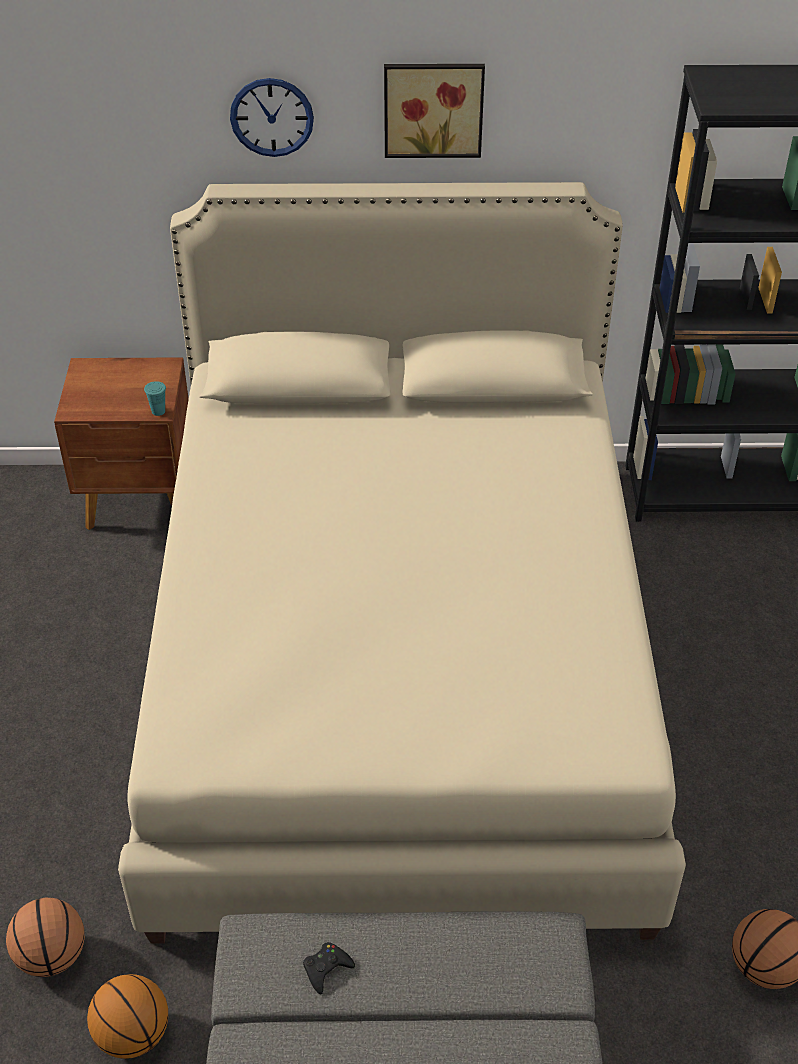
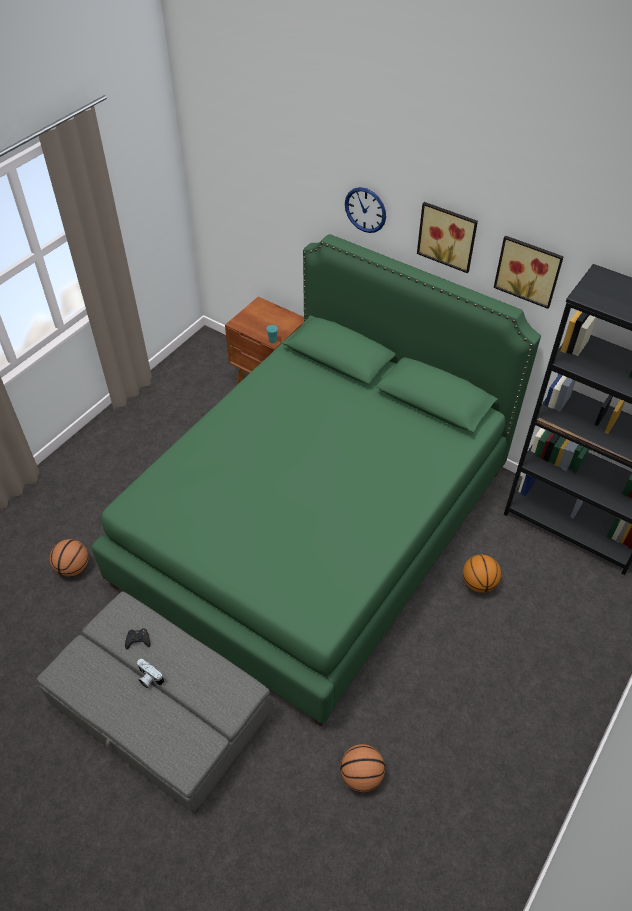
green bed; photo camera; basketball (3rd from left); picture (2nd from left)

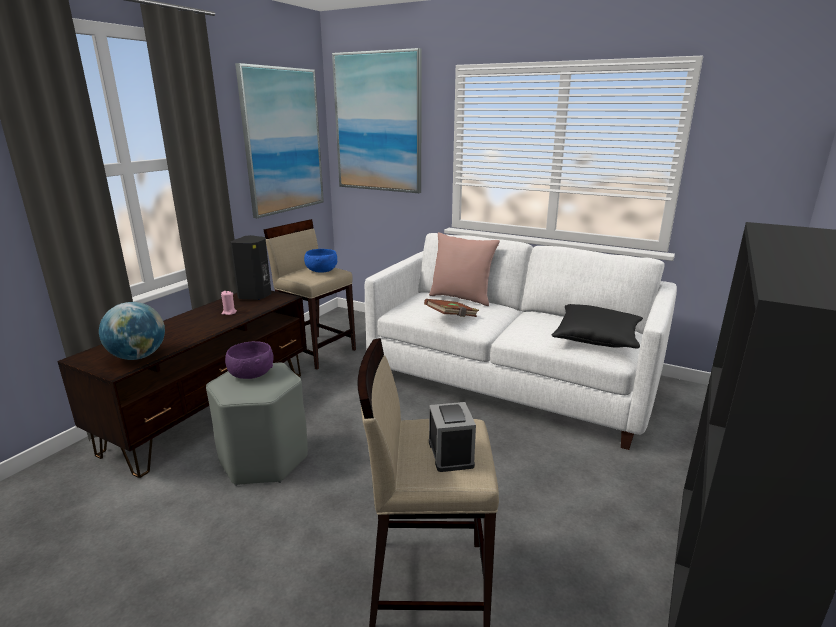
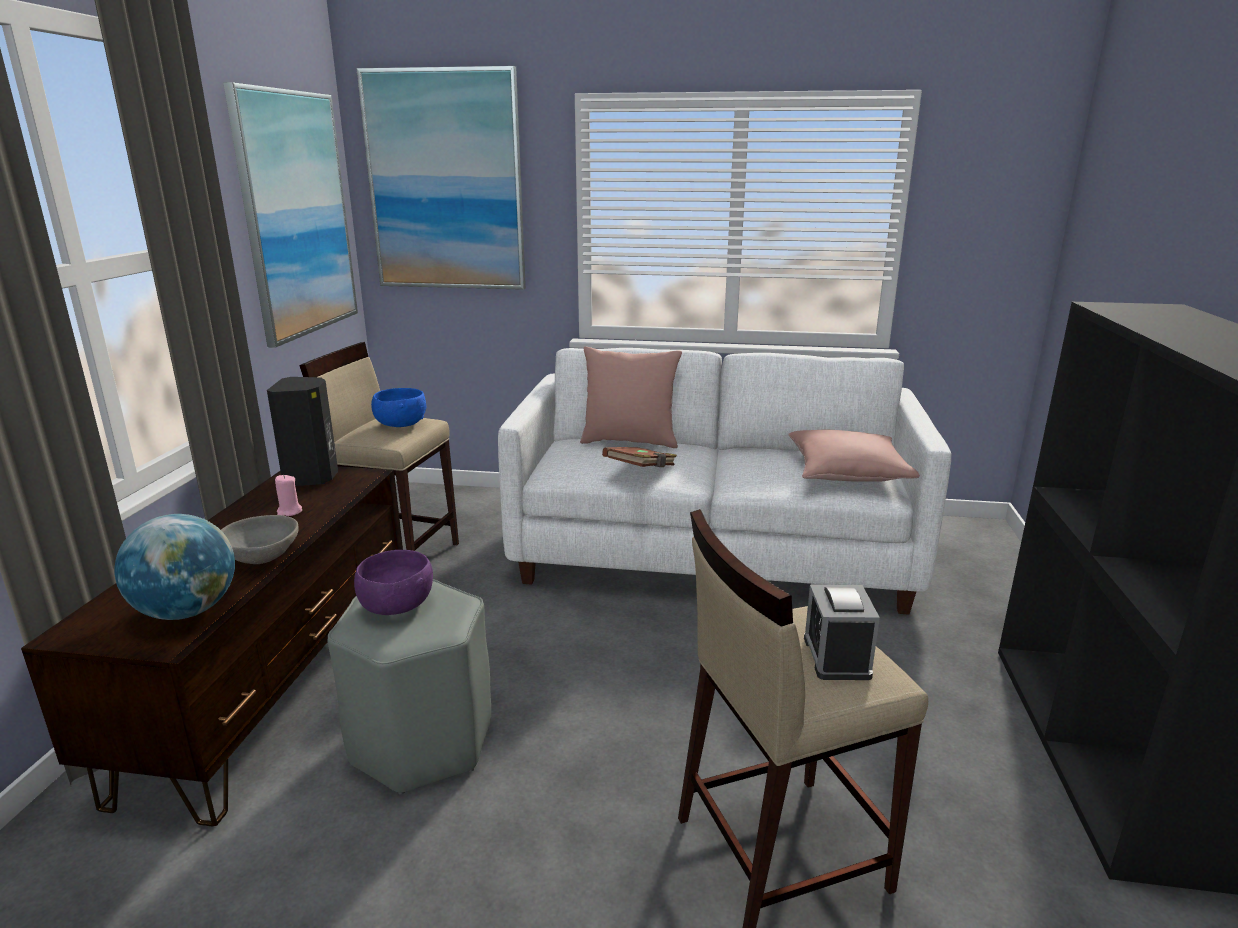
grey bowl; pink pillow (2nd from left); alarm clock

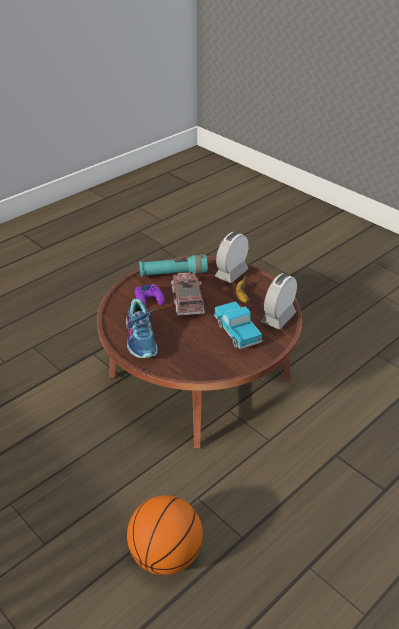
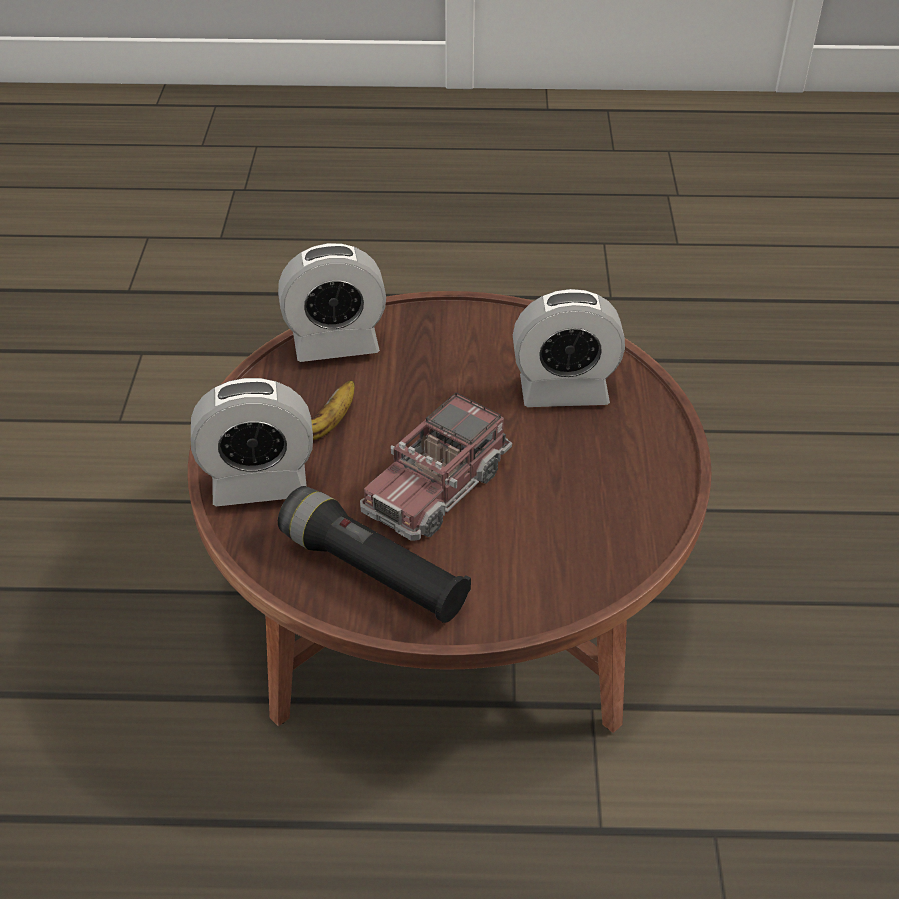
black flashlight; alarm clock (3rd from left); shoe; basketball; purple game controller; toy truck (2nd from left in the first image)

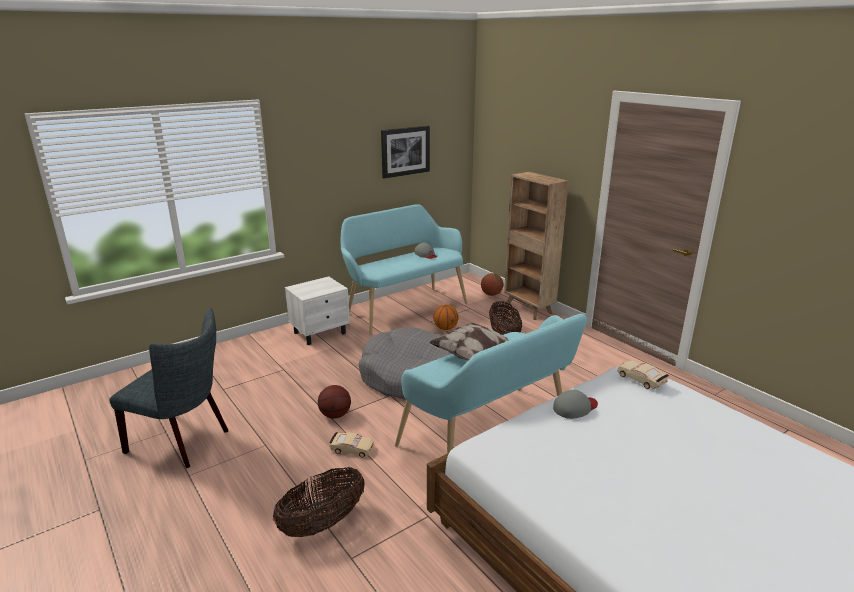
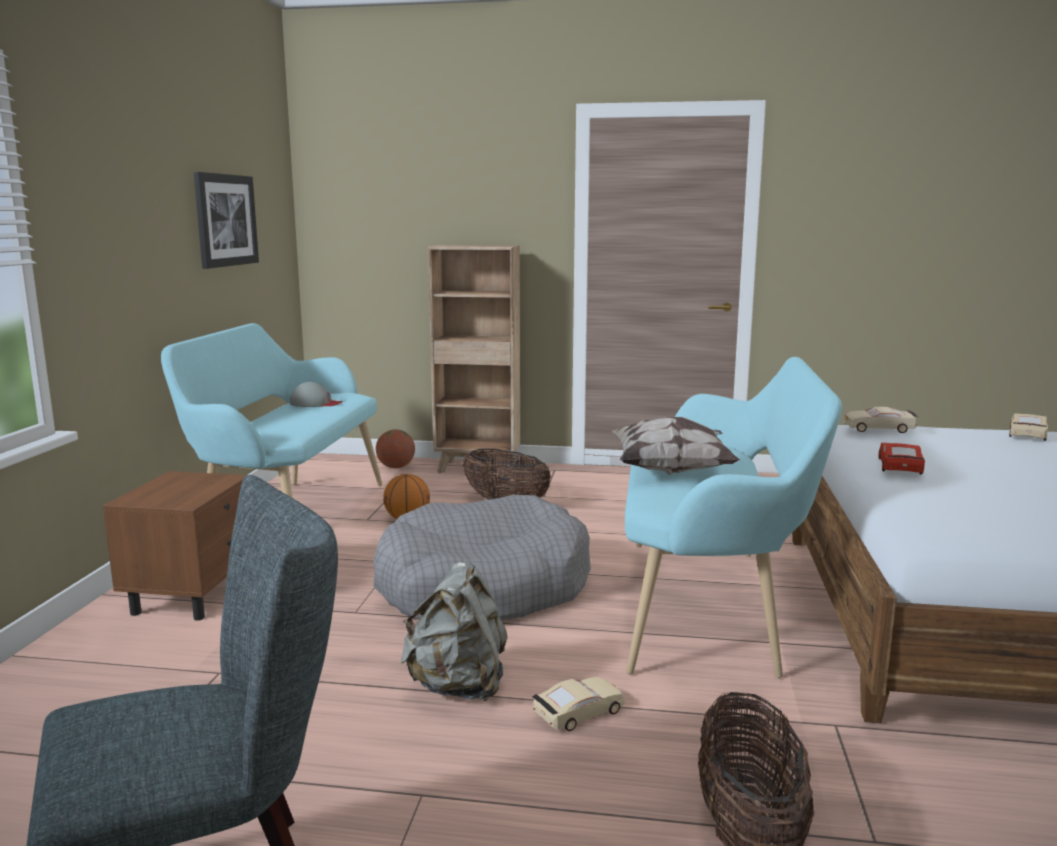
brown nightstand; grey backpack; red toy car; beige toy car (3rd from left)

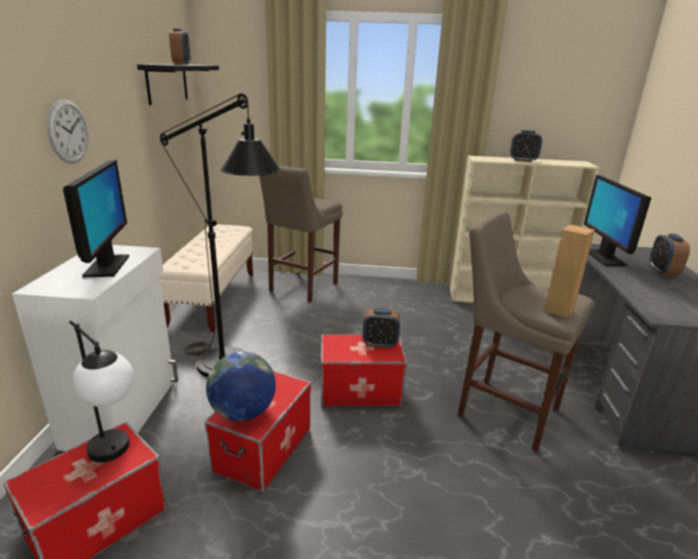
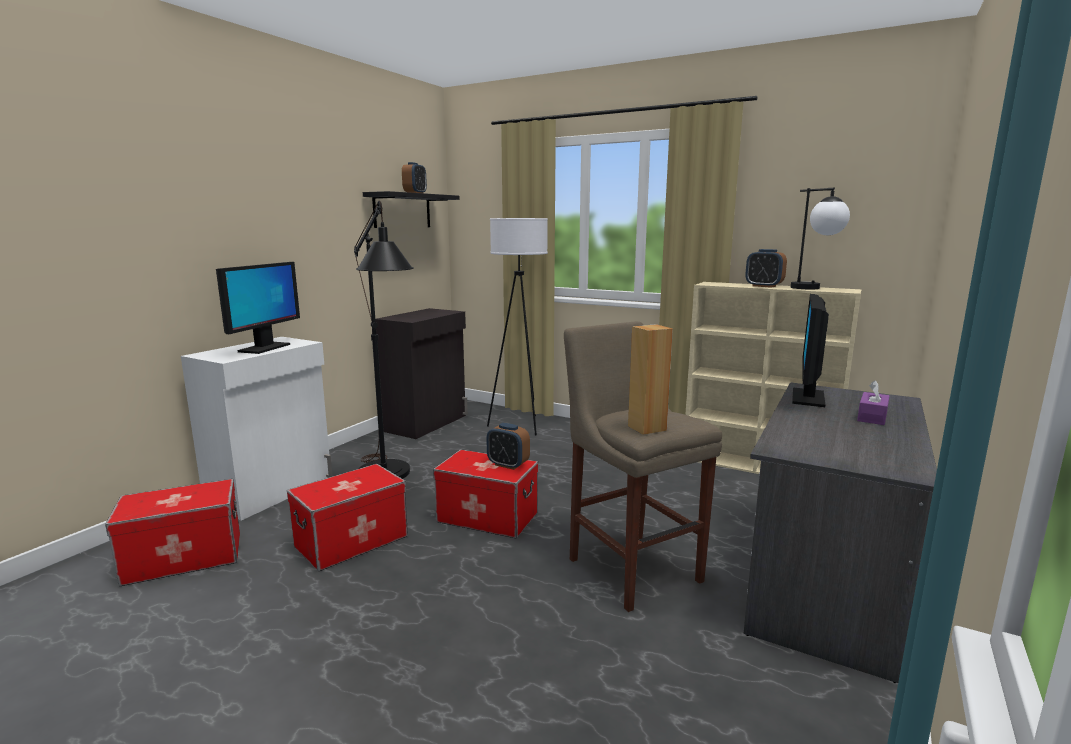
black cabinet; white floor lamp; table lamp; purple tissue box; wall clock; globe

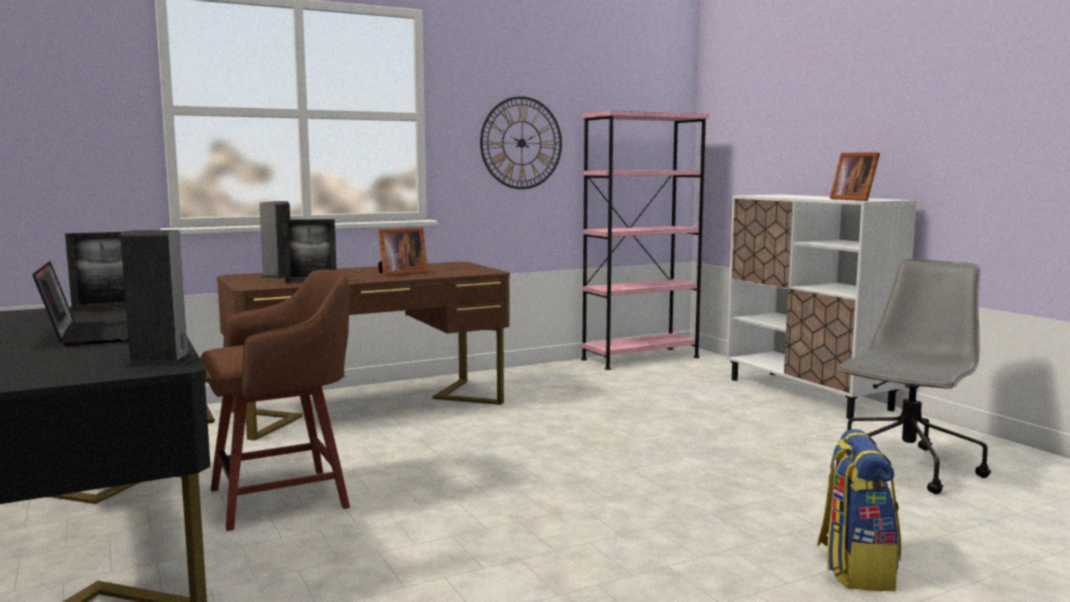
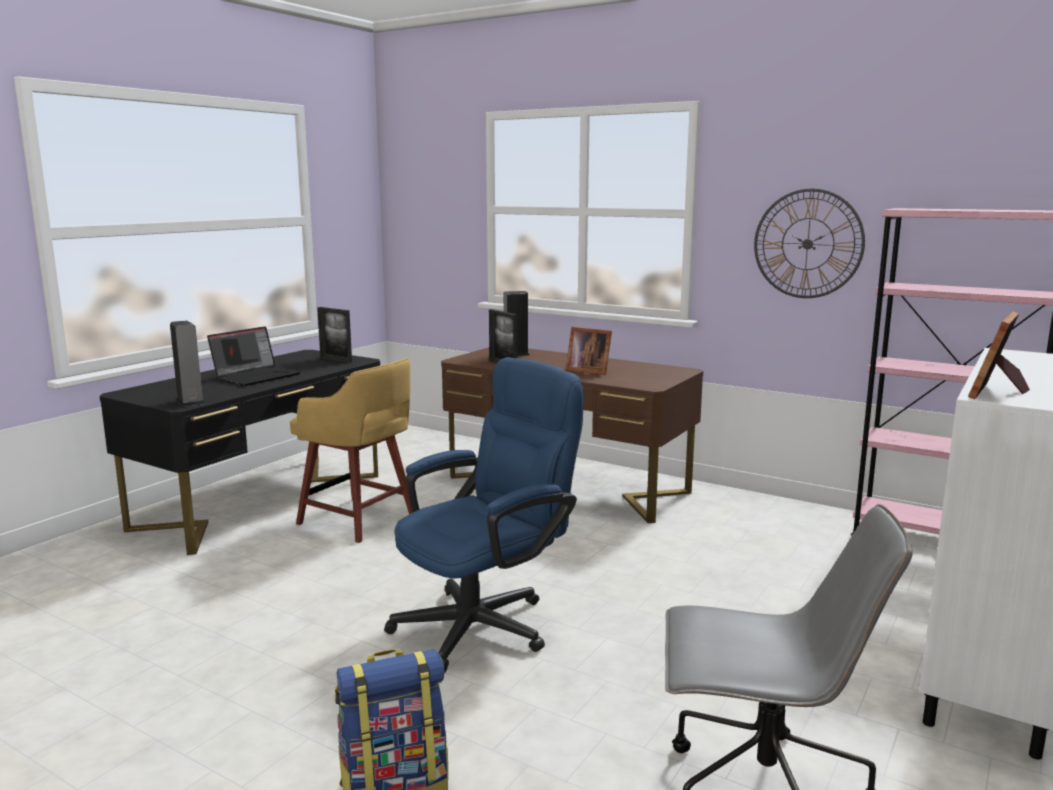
yellow stool; blue office chair

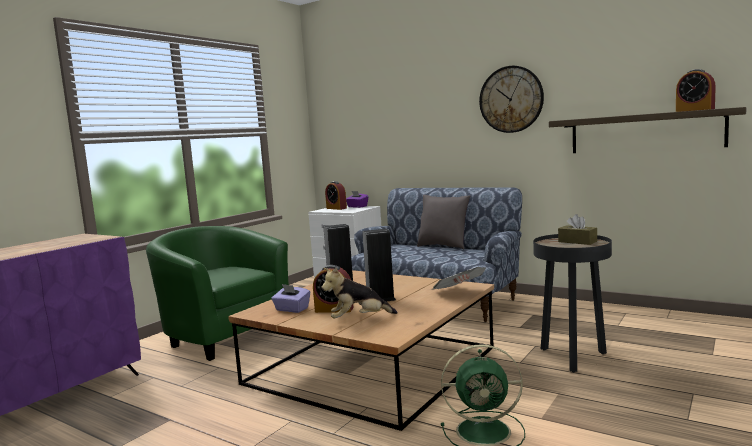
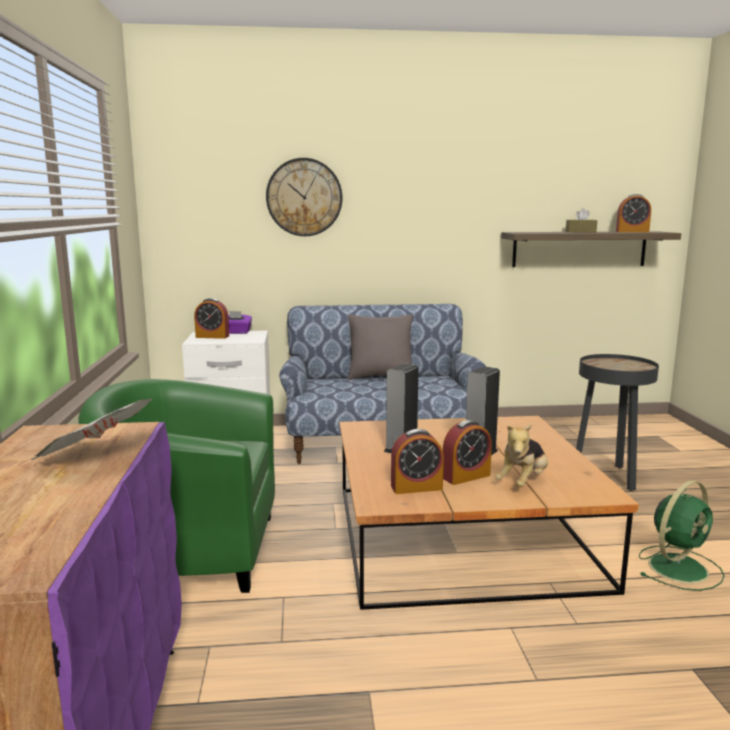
newspaper; wall clock; alarm clock (2nd from left); brown tissue box

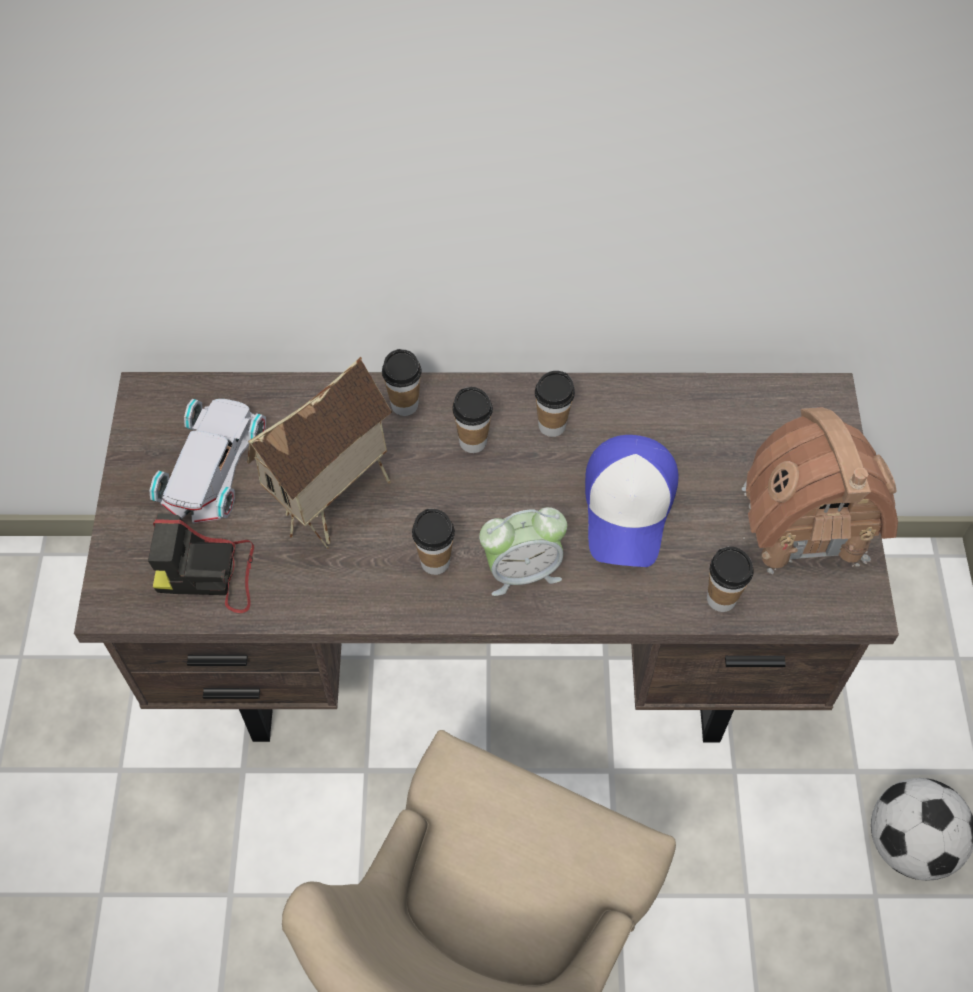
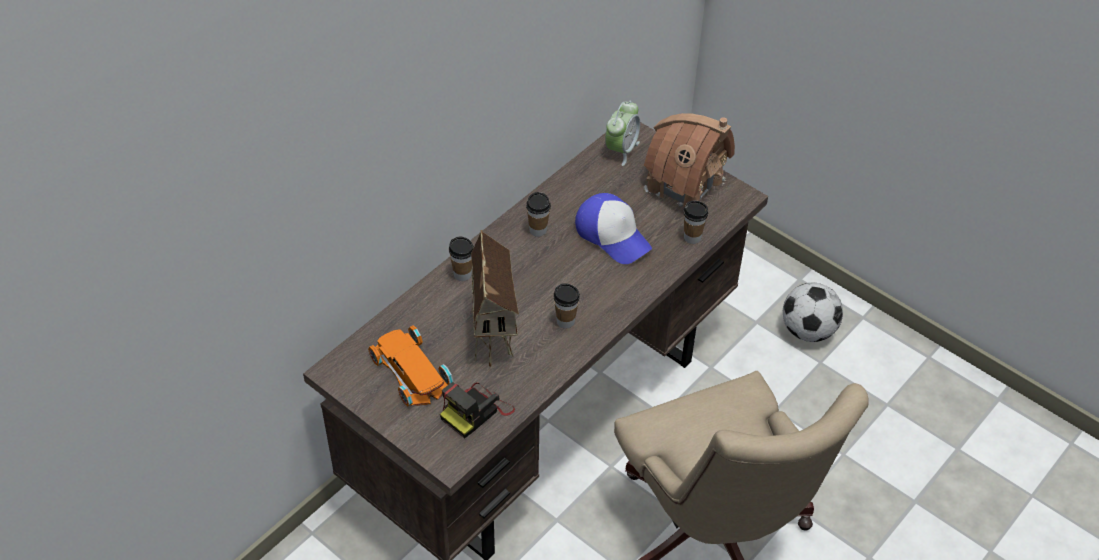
orange toy car; alarm clock; cup (3rd from left in the first image)

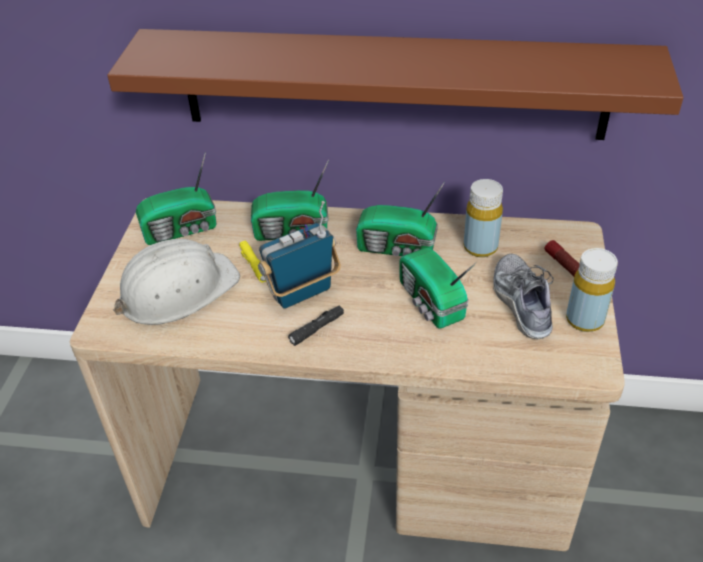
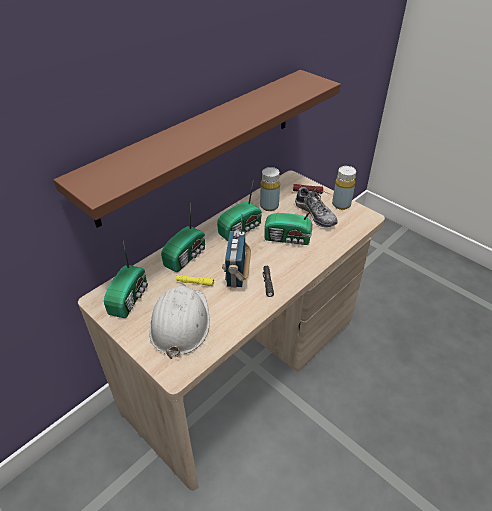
shoe

